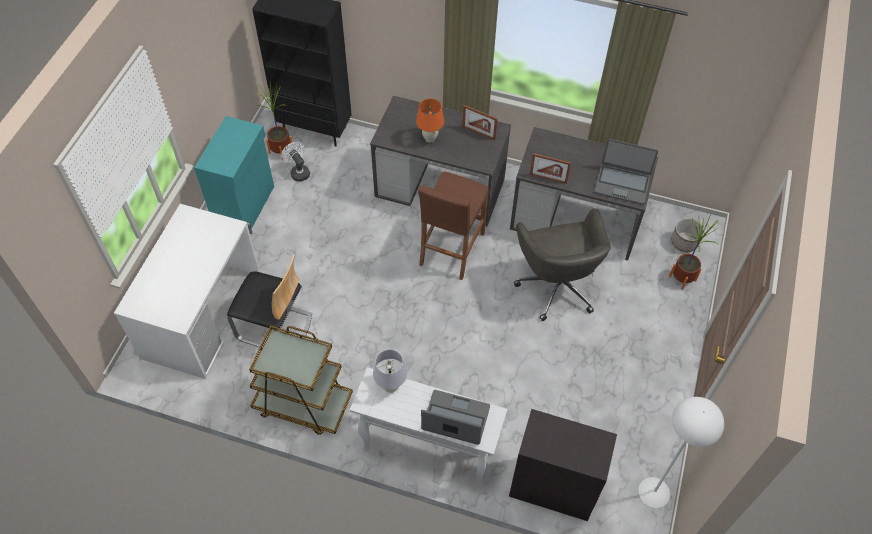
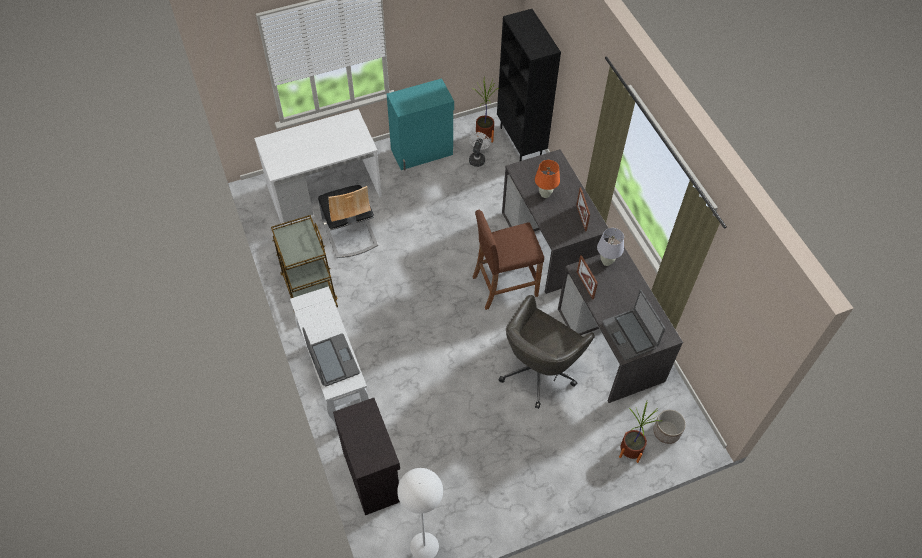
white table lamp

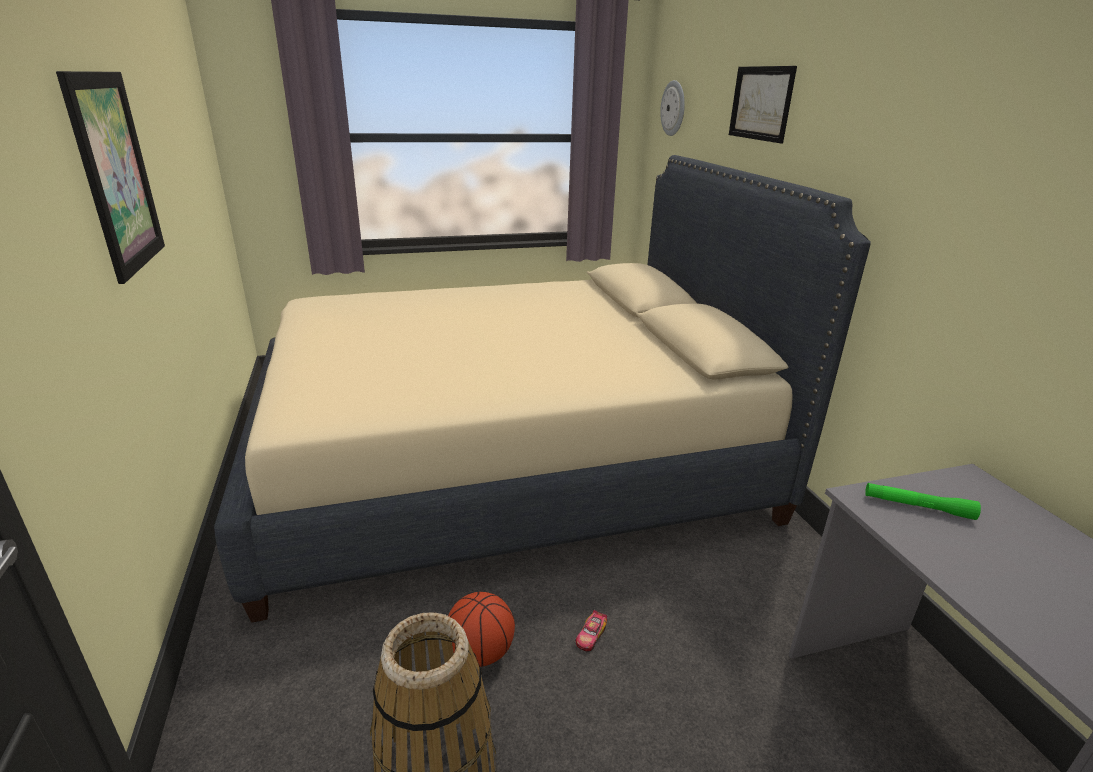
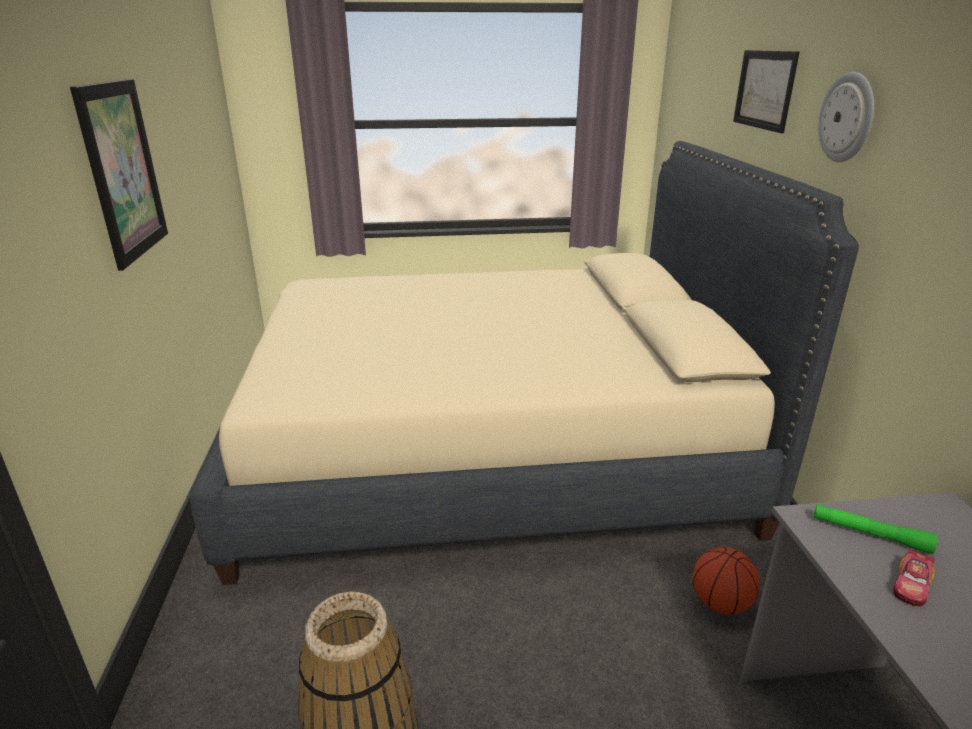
basketball; wall clock; toy car

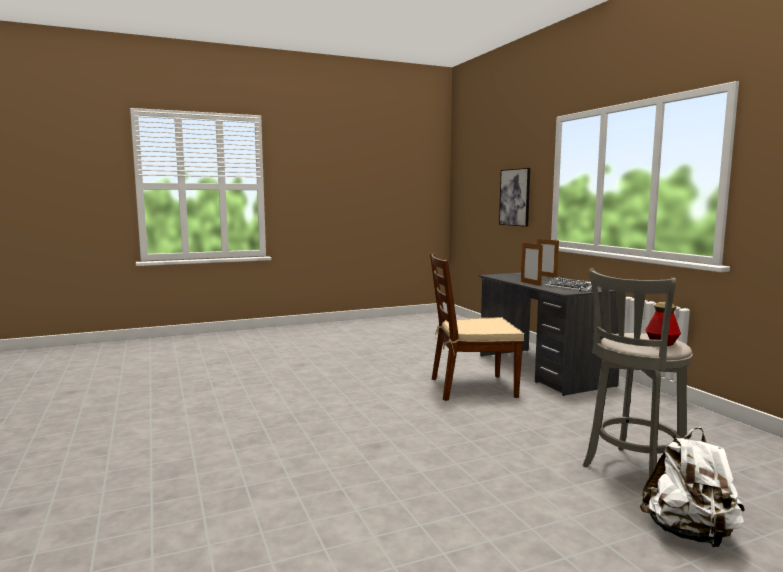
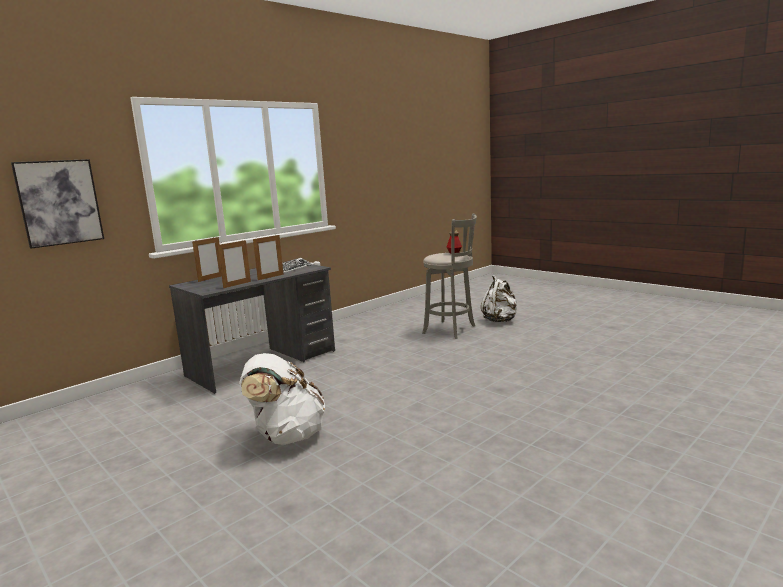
picture frame (2nd from left); white backpack (1st from left); brown chair

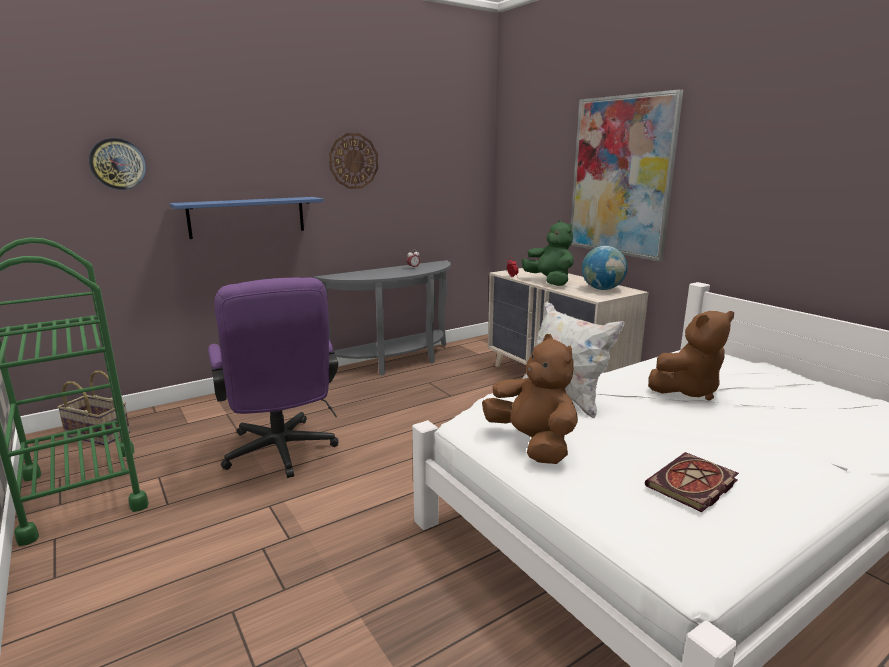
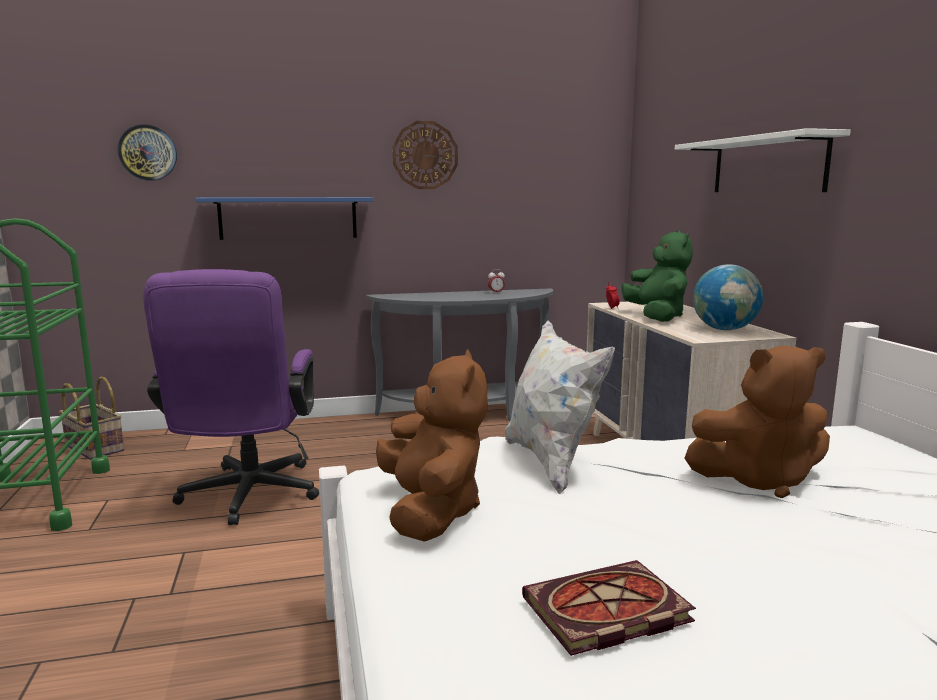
white shelf

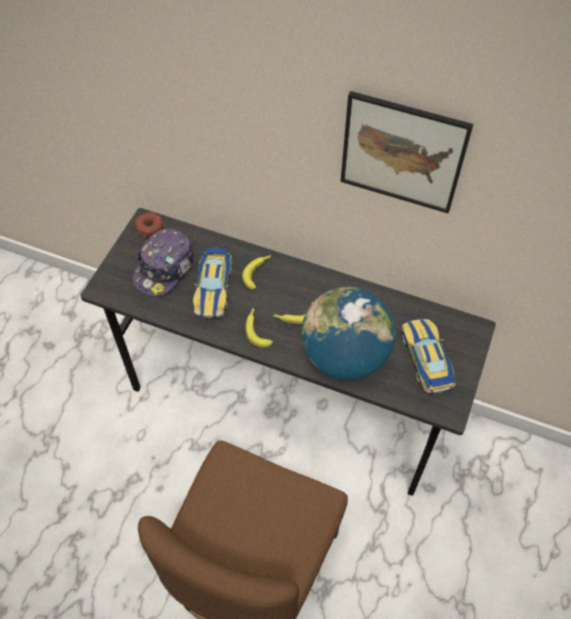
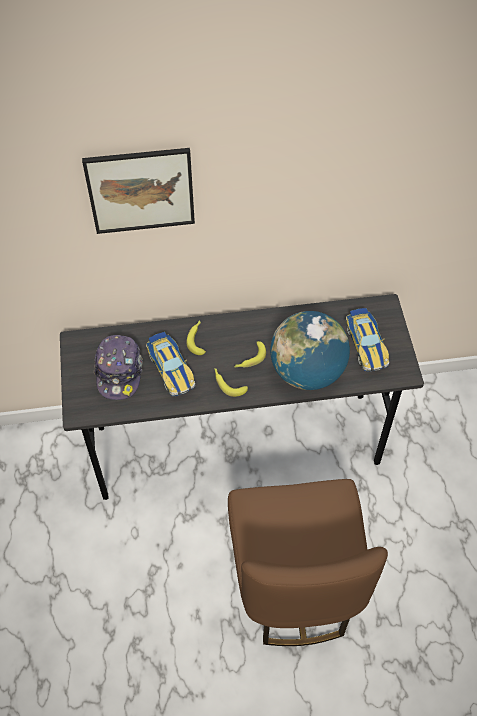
picture; toy car (2nd from left); donut

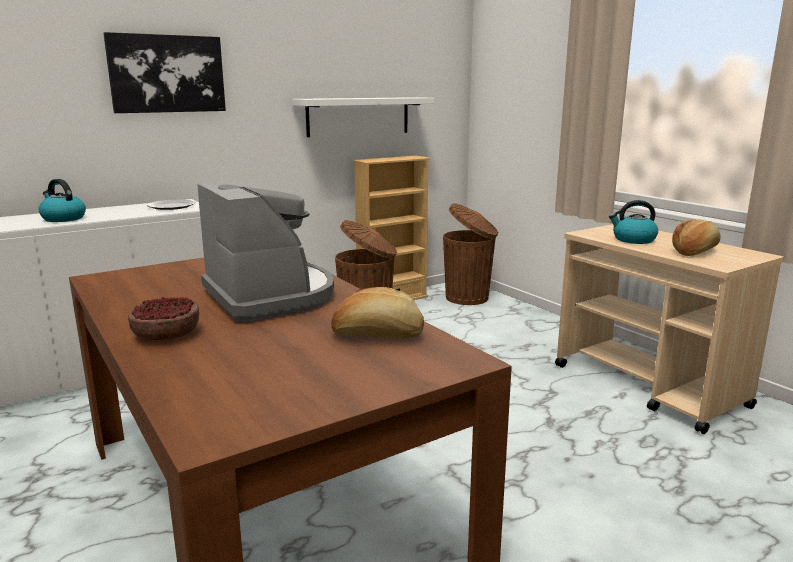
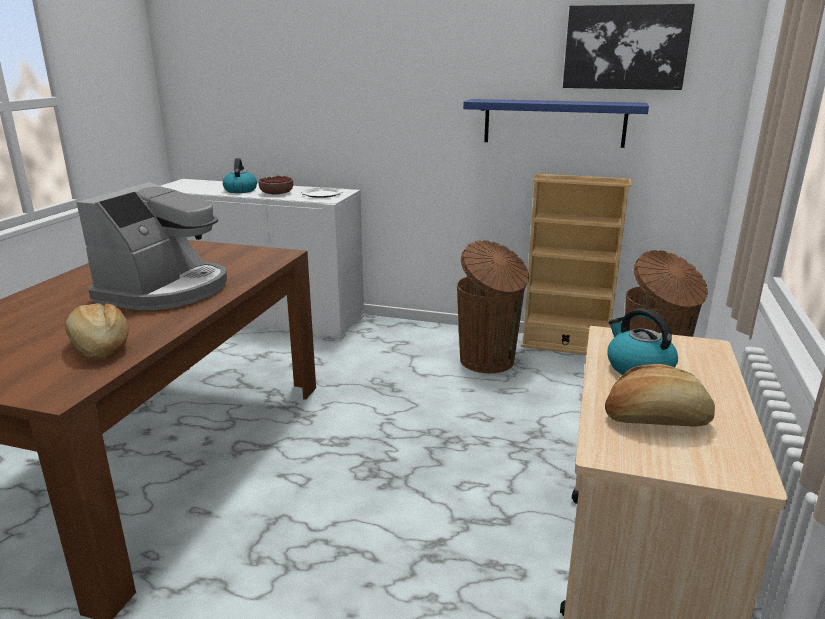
bowl; blue shelf; picture

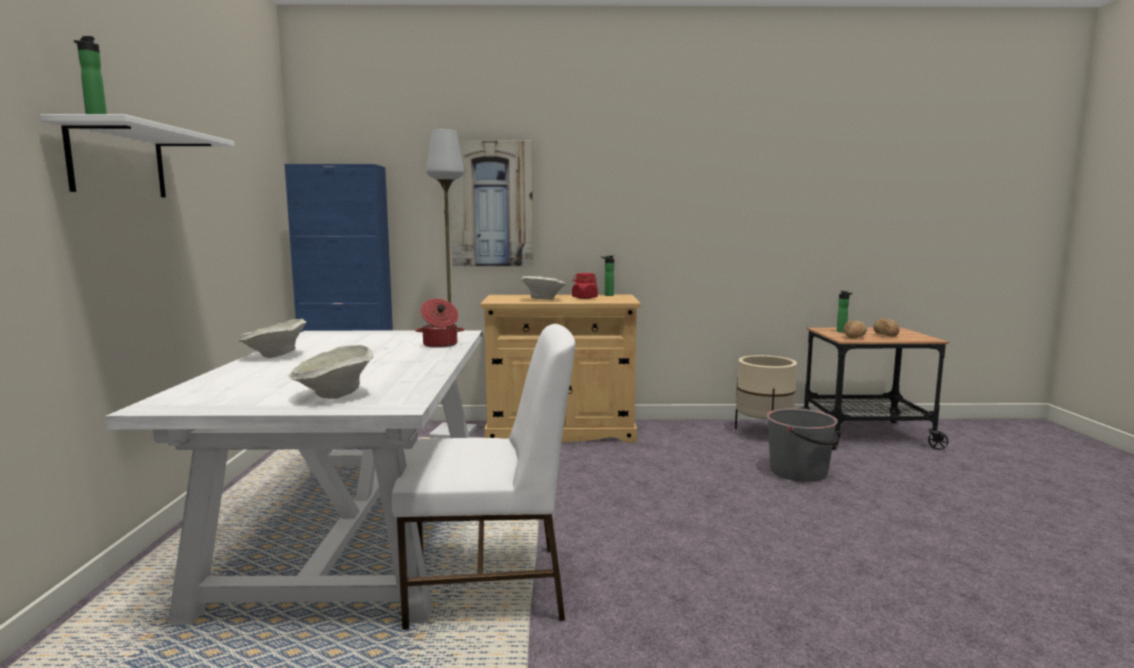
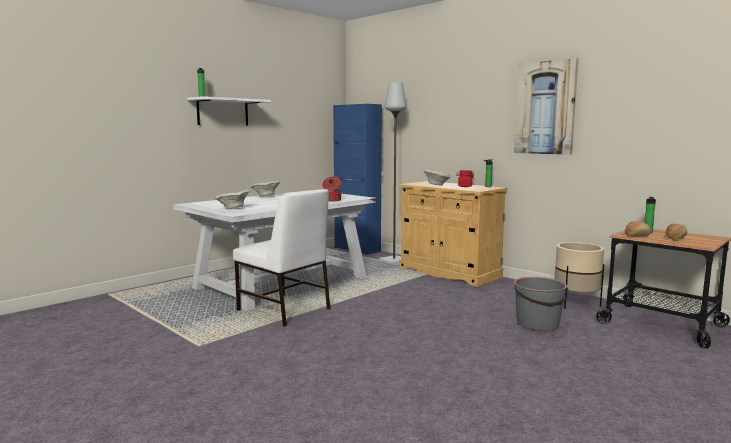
picture

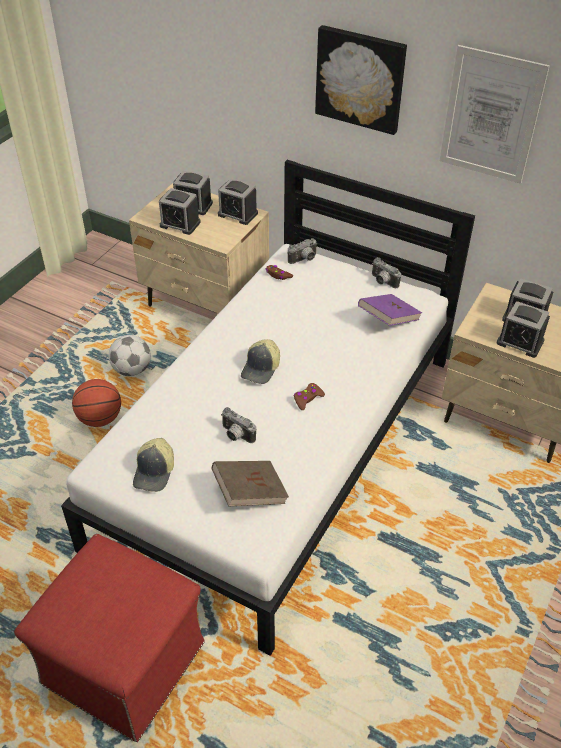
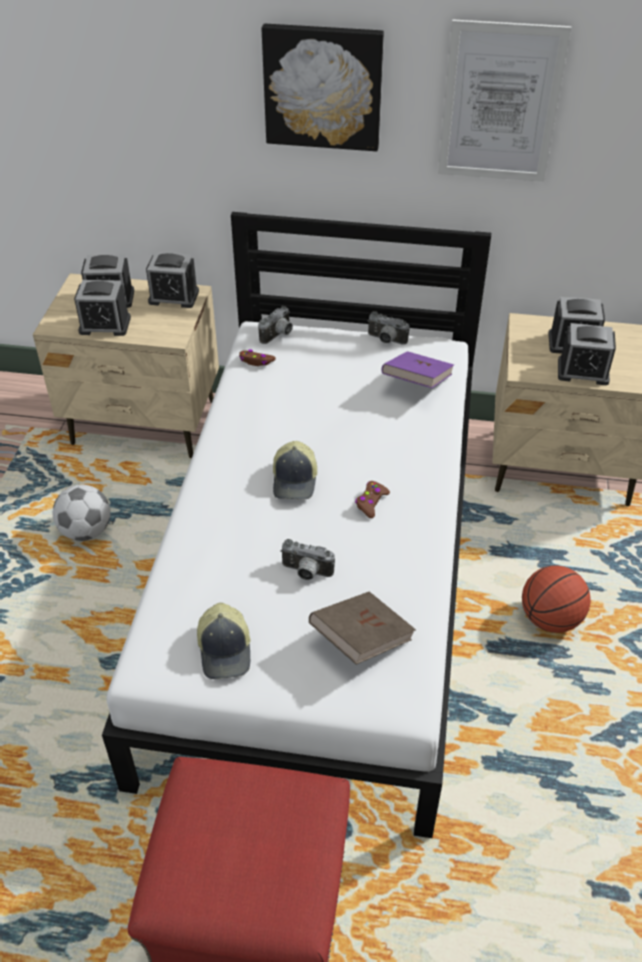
basketball

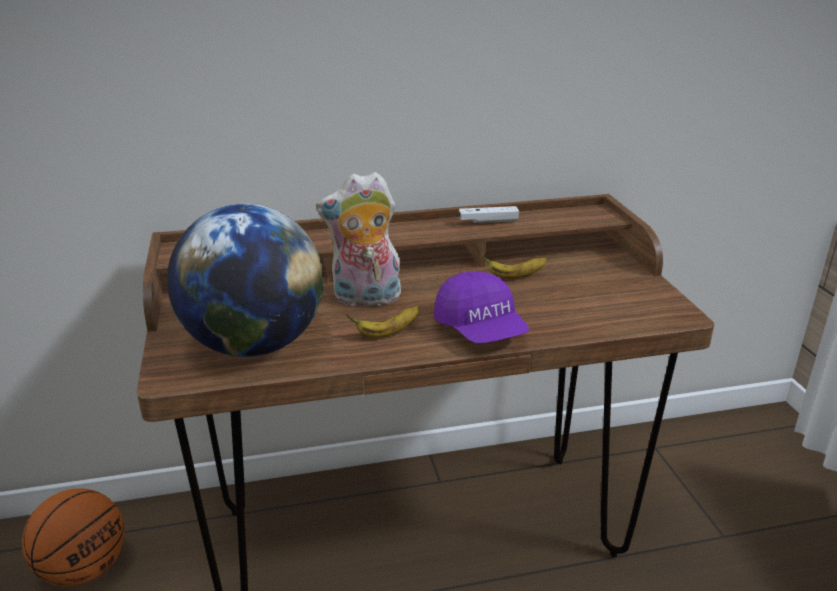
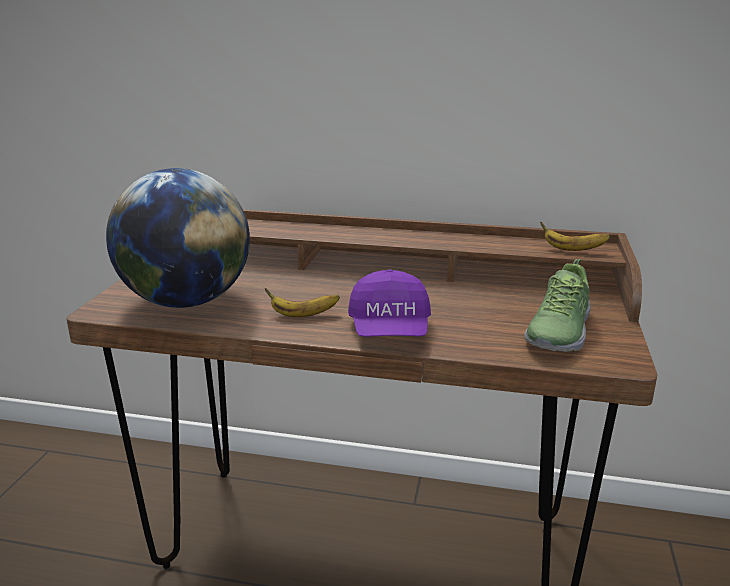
shoe; banana (2nd from left); basketball; plush toy; white game controller

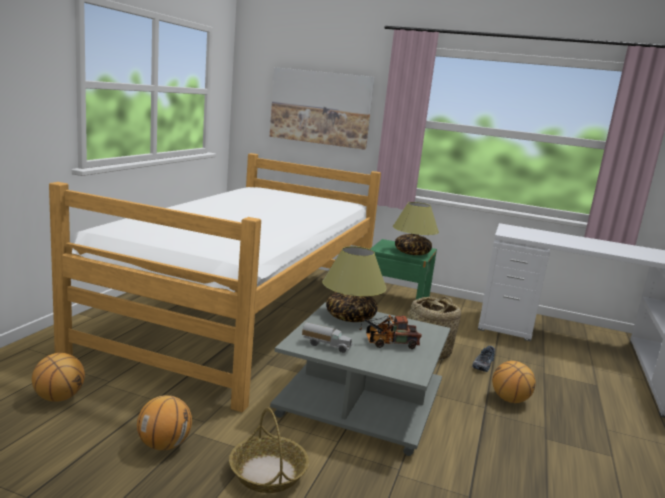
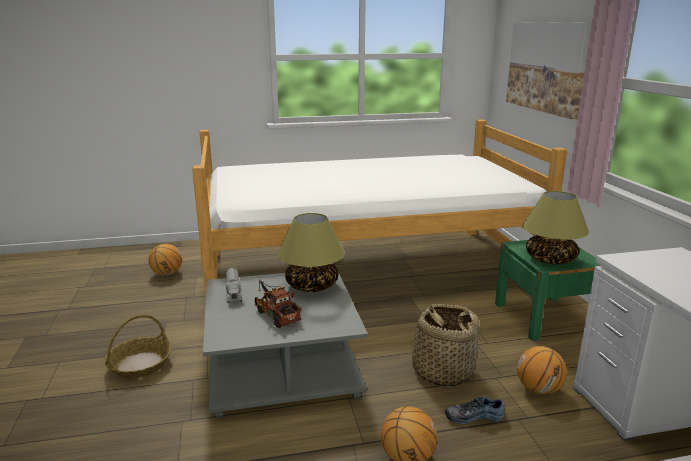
basketball (3rd from left)

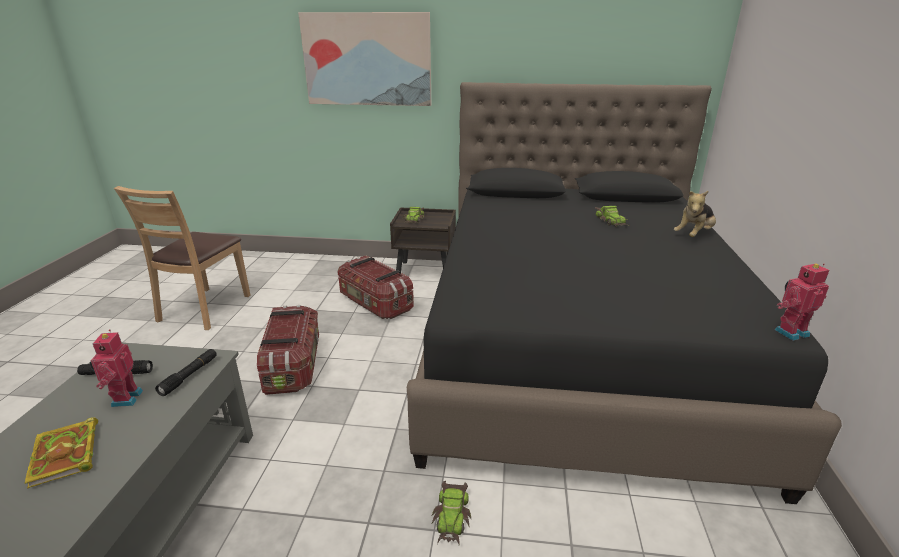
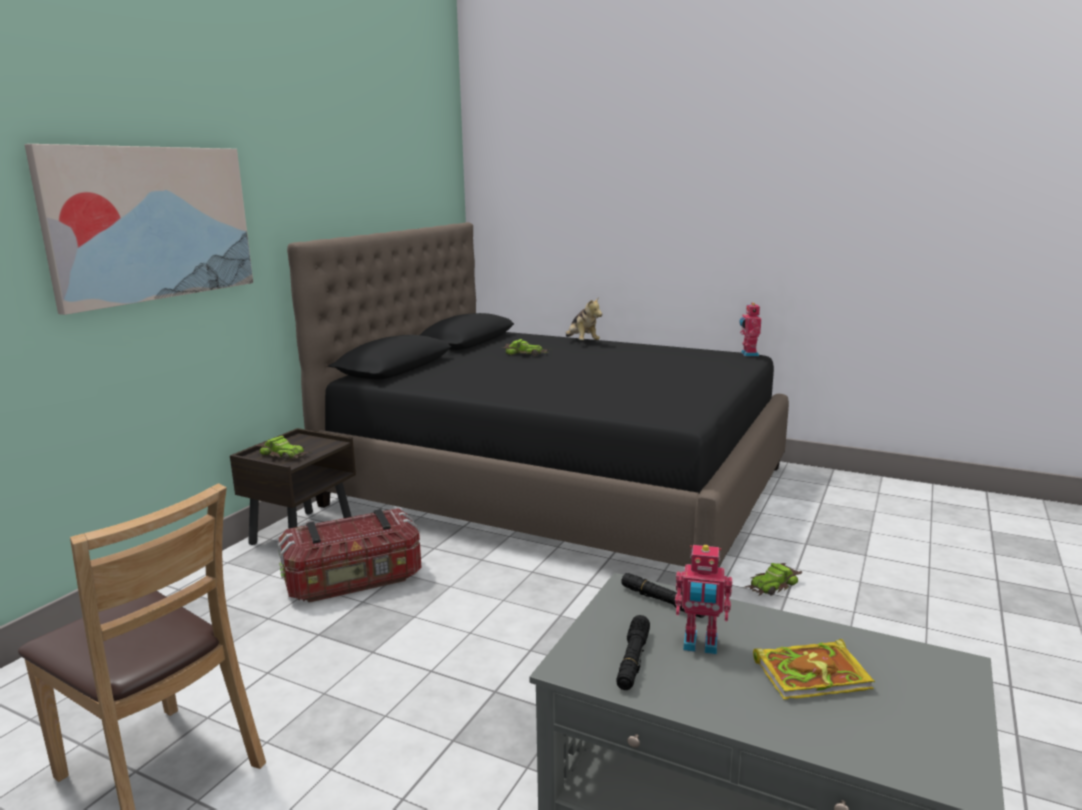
toy car (3rd from left); storage box (1st from left in the first image)

